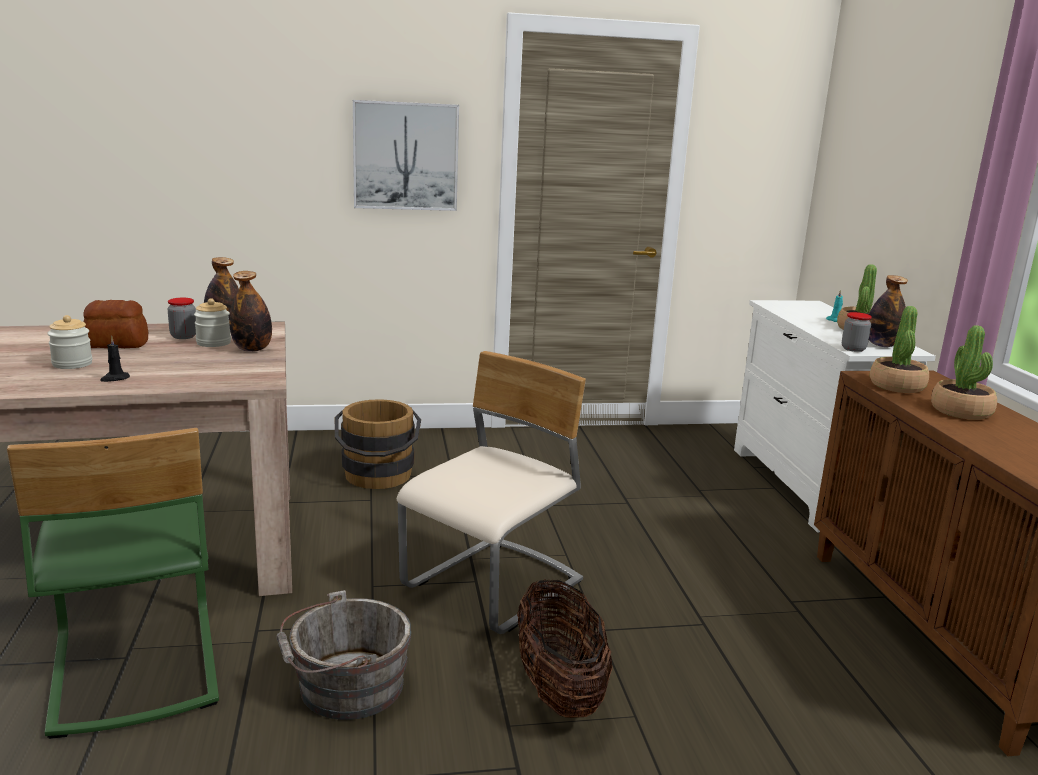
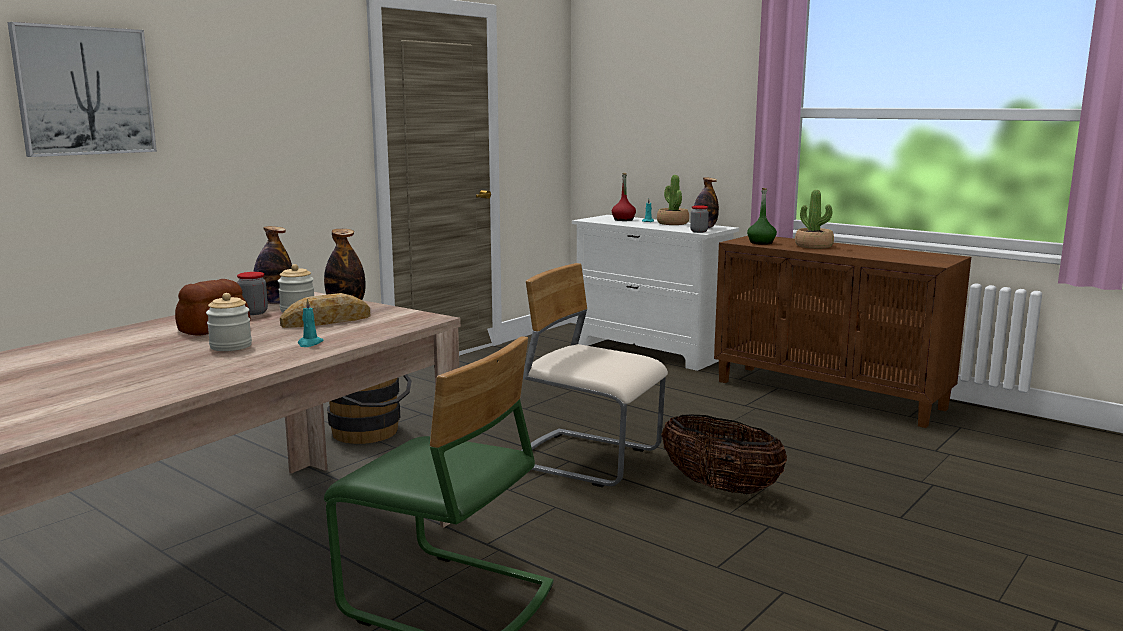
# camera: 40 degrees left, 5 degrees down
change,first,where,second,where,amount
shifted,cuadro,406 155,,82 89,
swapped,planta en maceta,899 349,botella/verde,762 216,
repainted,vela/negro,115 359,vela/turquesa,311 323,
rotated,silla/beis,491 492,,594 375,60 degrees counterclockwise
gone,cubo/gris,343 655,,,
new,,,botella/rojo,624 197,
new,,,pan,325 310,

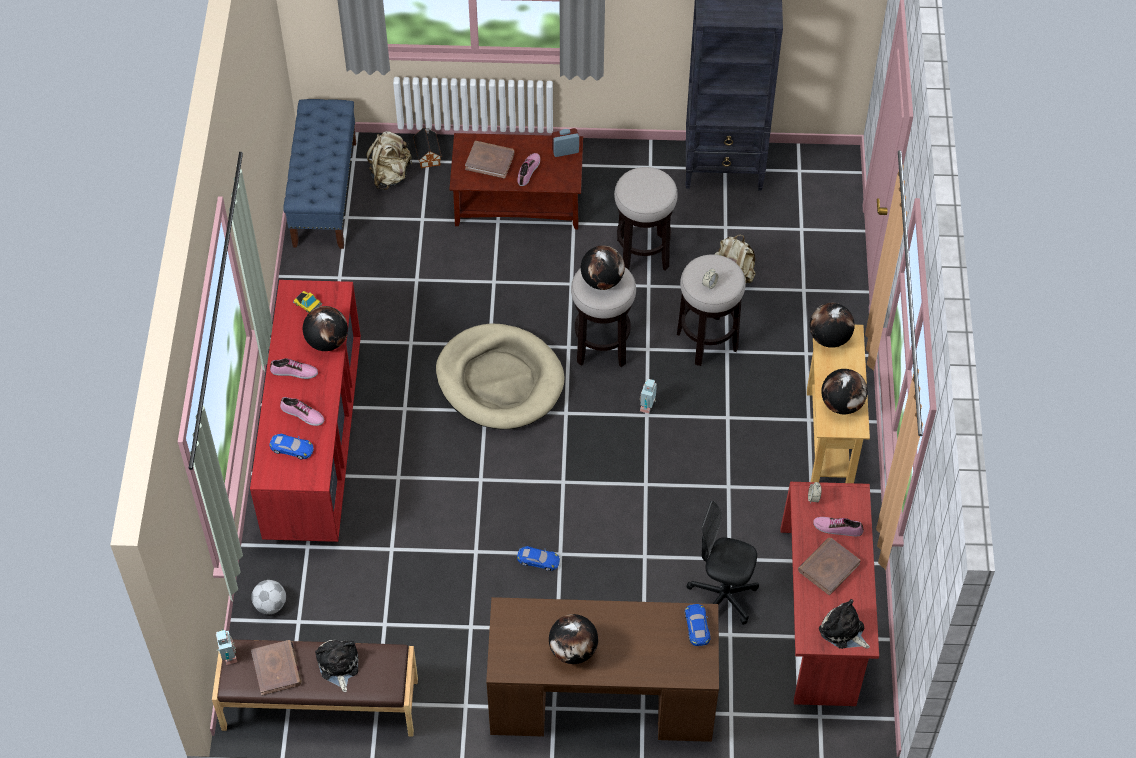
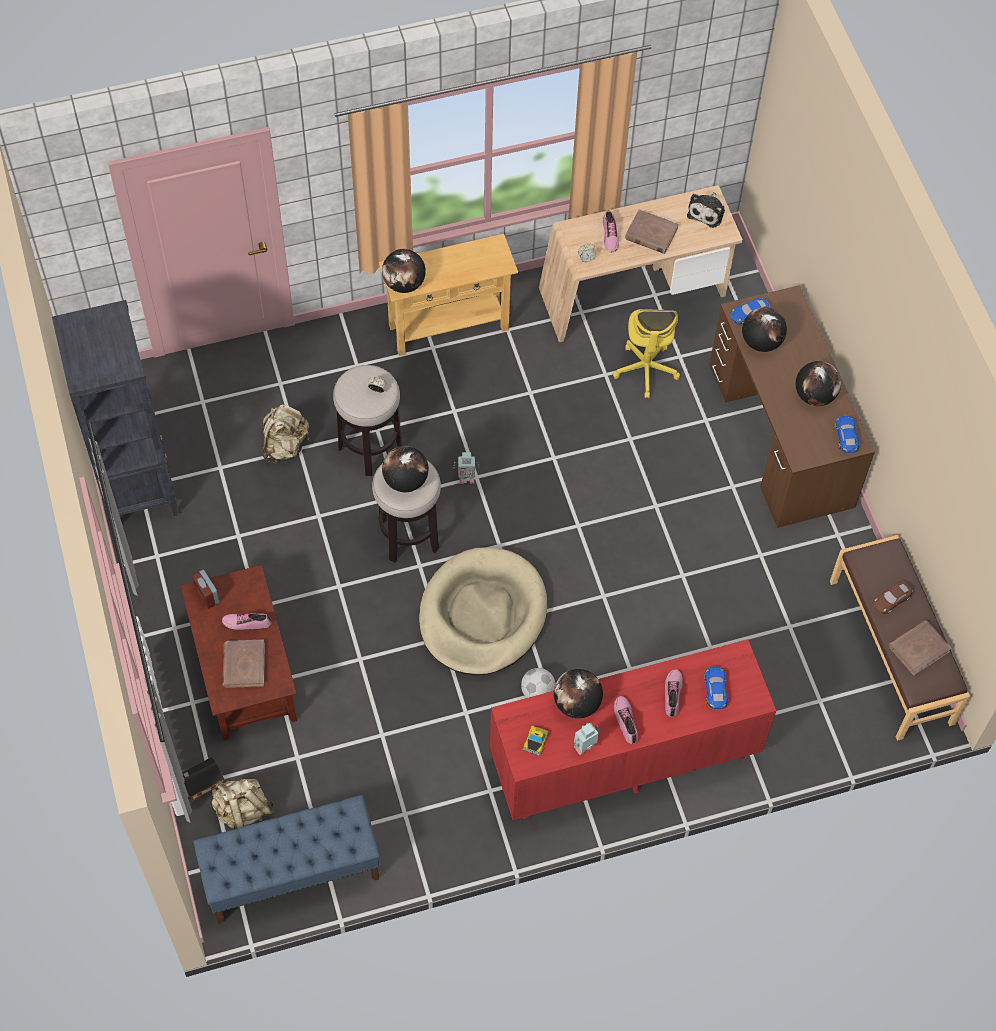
# camera: 110 degrees left, 5 degrees up
change,first,where,second,where,amount
gone,taburete,646 219,,,
shifted,globo terráqueo,844 391,,764 329,
repainted,escritorio/rojo,829 594,escritorio/beis,641 263,
repainted,silla de oficina/negro,723 563,silla de oficina/amarillo,646 353,
shifted,coche de juguete/azul,538 558,,847 434,
shifted,balón de fútbol,269 597,,538 683,
shifted,robot de juguete,226 647,,587 739,
swapped,peluche,336 666,coche de juguete/marrón,893 597,

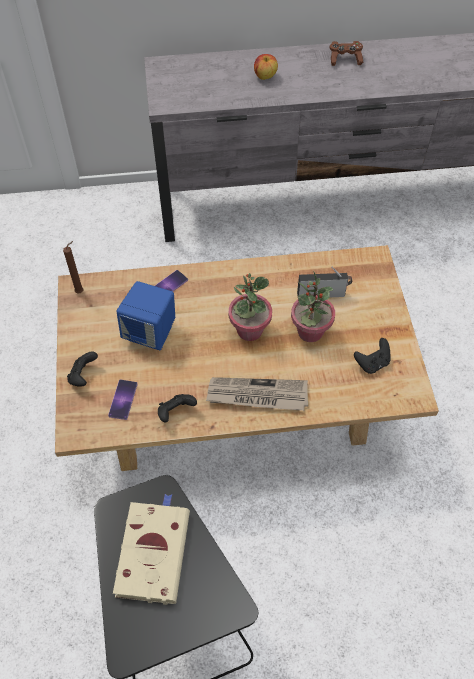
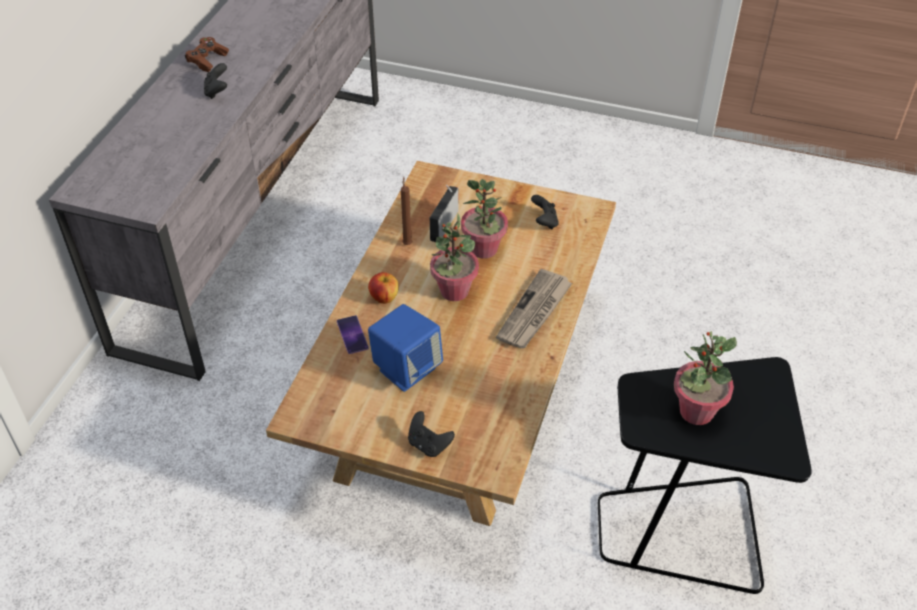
# camera: 65 degrees left, 10 degrees down
change,first,where,second,where,amount
shifted,manzana,266 67,,383 288,
shifted,vela/marrón,73 267,,407 211,
gone,móvil,123 400,,,
shifted,mando de consola/negro,177 408,,215 81,
swapped,libro/beis,151 549,planta en maceta,705 378,

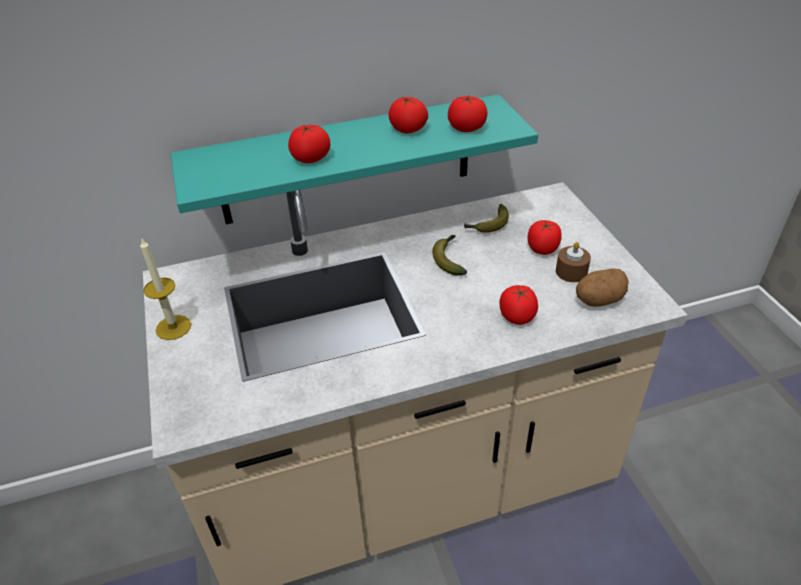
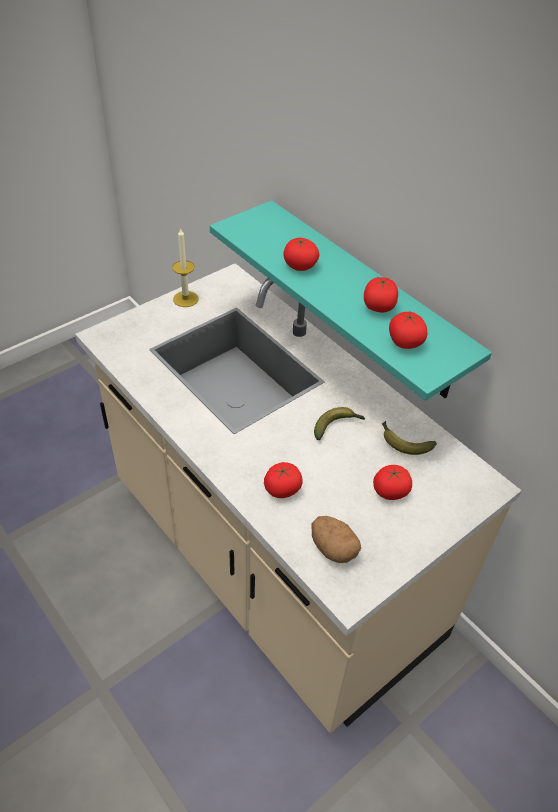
# camera: 65 degrees right, 5 degrees up
change,first,where,second,where,amount
gone,vela/marrón,573 262,,,

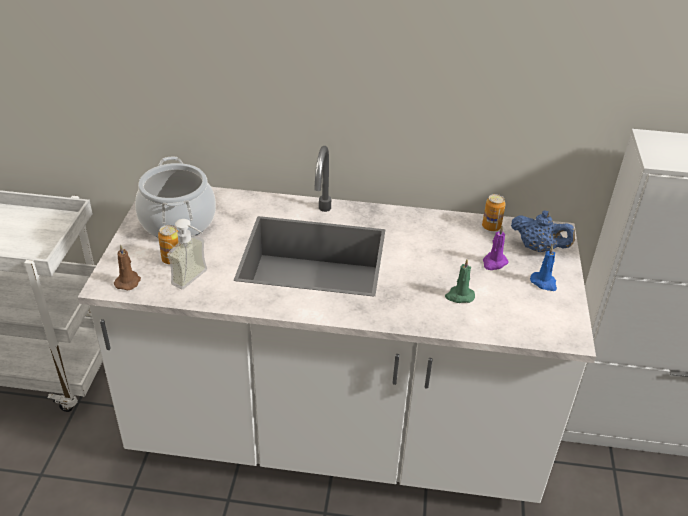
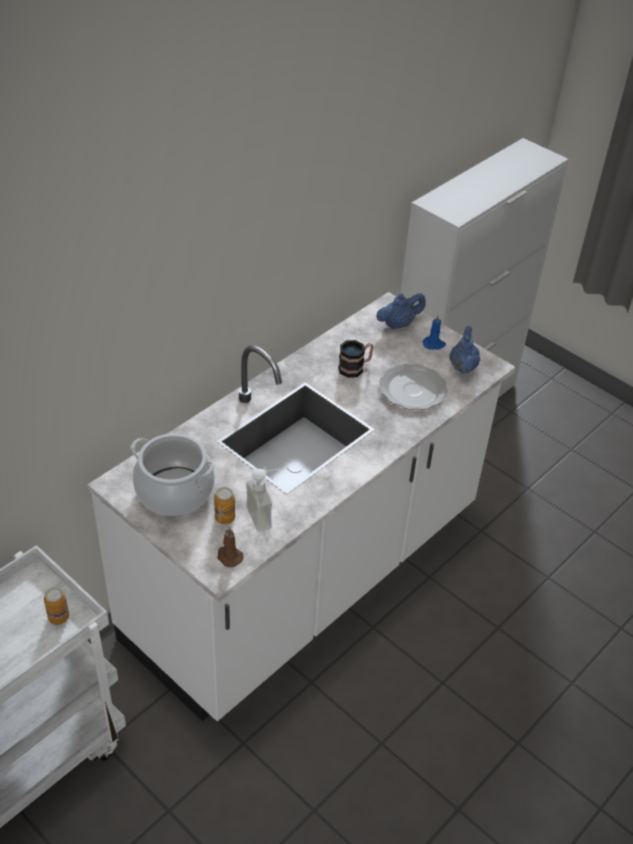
# camera: 55 degrees left, 5 degrees up
change,first,where,second,where,amount
shifted,lata,494 212,,56 606,
gone,vela/morado,495 248,,,
swapped,vela/verde,460 281,plato,413 387,
new,,,tetera/azul,464 349,
new,,,taza grande,356 359,

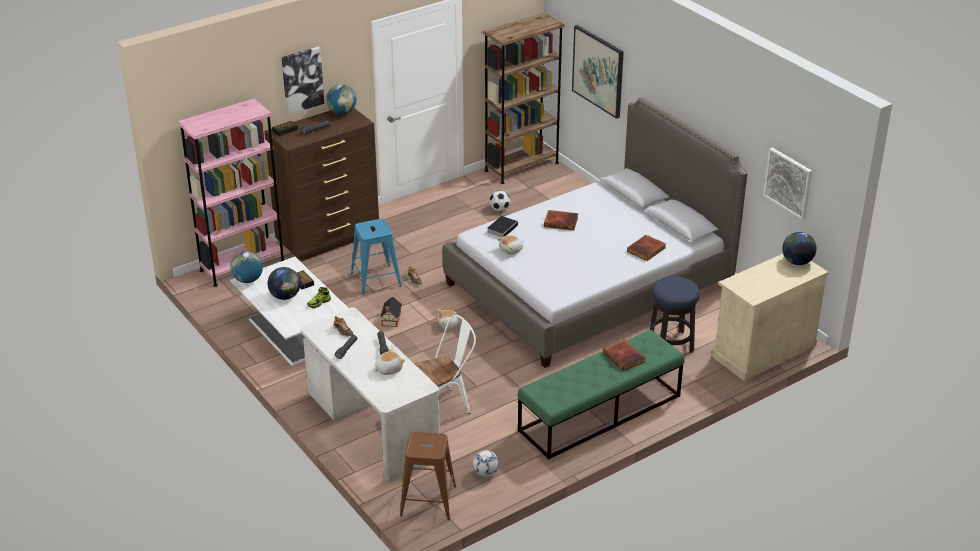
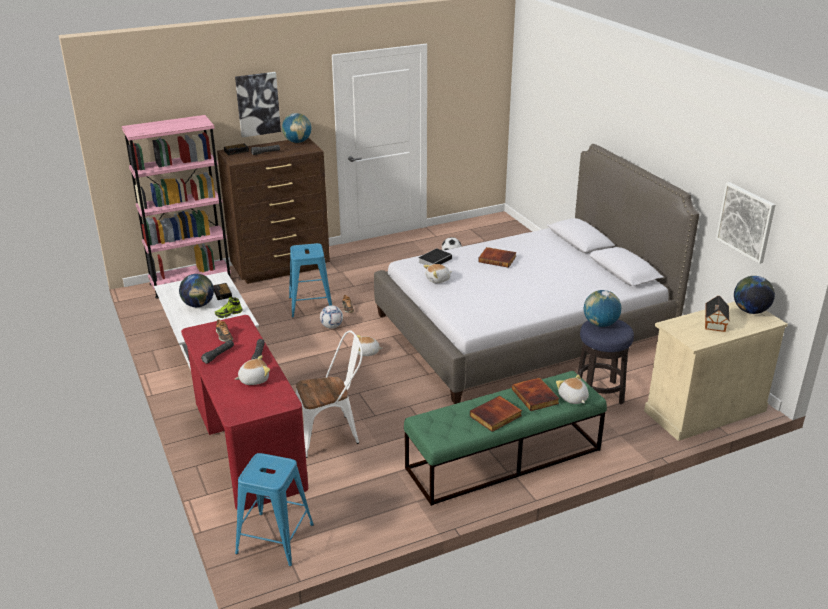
# camera: 10 degrees right, 5 degrees down
change,first,where,second,where,amount
gone,estantería/marrón,523 98,,,
gone,cuadro,598 72,,,
shifted,libro,646 248,,496 414,
shifted,globo terráqueo,246 267,,602 308,
shifted,casita,391 312,,717 314,
repainted,escritorio/blanco,370 394,escritorio/rojo,244 412,
repainted,taburete/marrón,428 476,taburete/azul,274 509,
shifted,balón de fútbol,486 463,,331 317,
new,,,peluche,572 389,

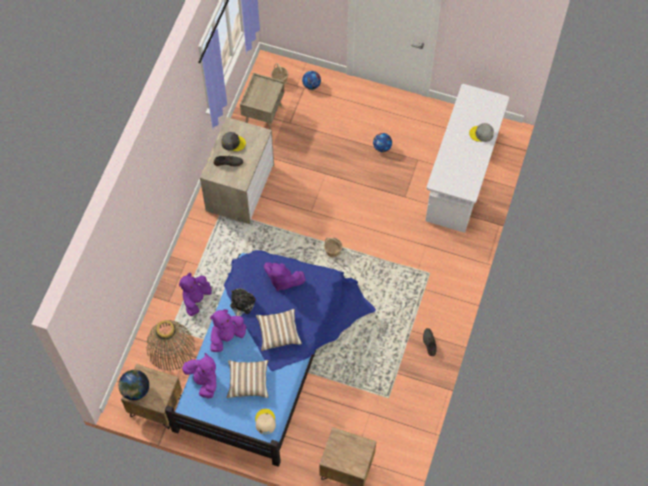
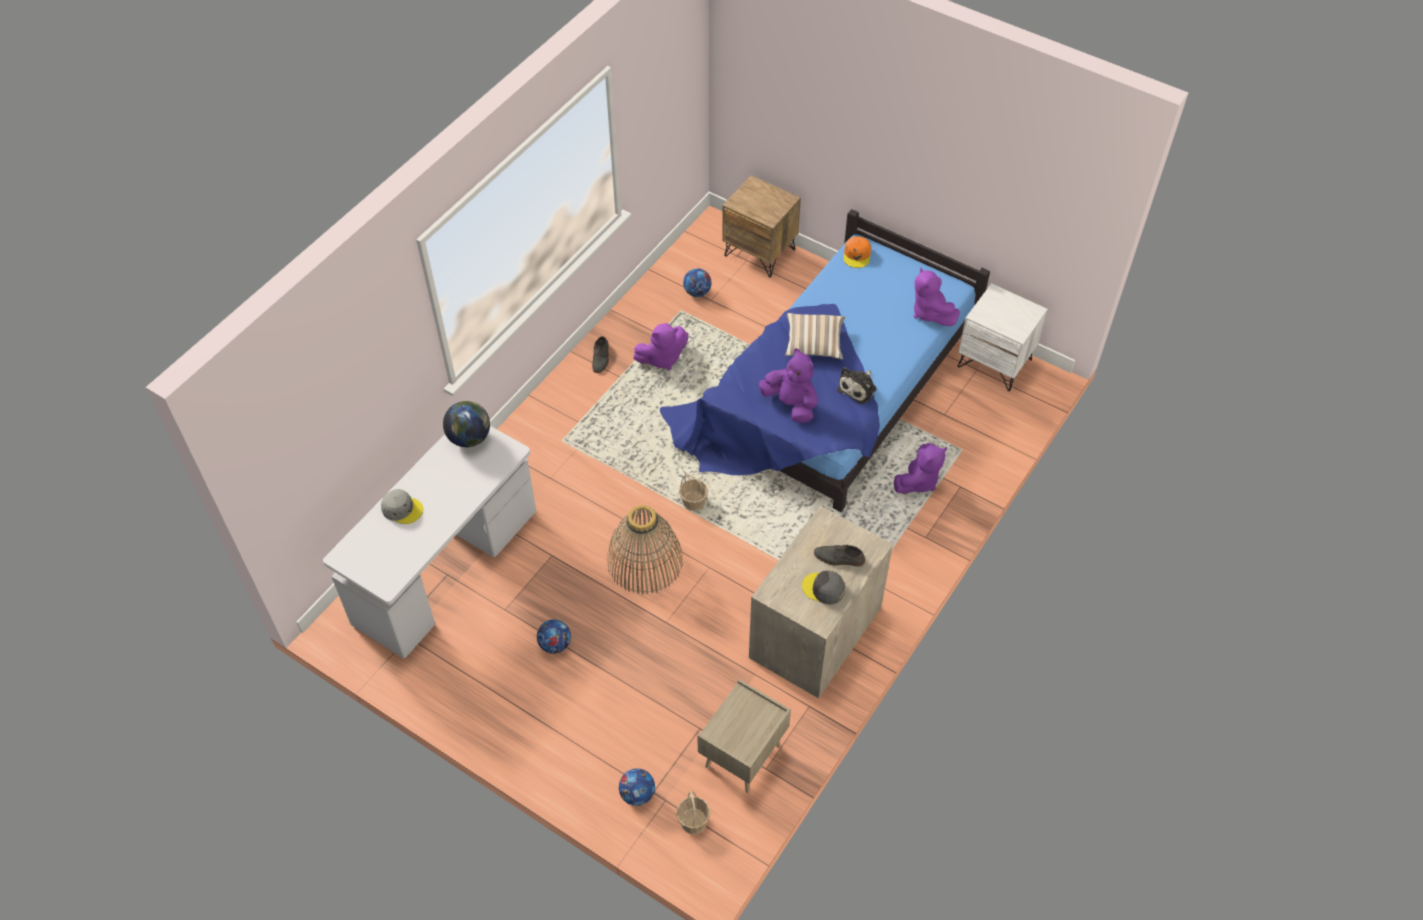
# camera: 165 degrees left, 10 degrees down
change,first,where,second,where,amount
shifted,peluche/morado,228 330,,660 346,
shifted,cesta,170 345,,645 549,
gone,cojín,247 379,,,
repainted,mesita de noche/marrón,151 396,mesita de noche/blanco,1002 337,
shifted,globo terráqueo,134 385,,466 424,
repainted,gorra/beis,265 421,gorra/naranja,857 252,
new,,,balón de fútbol,697 282,

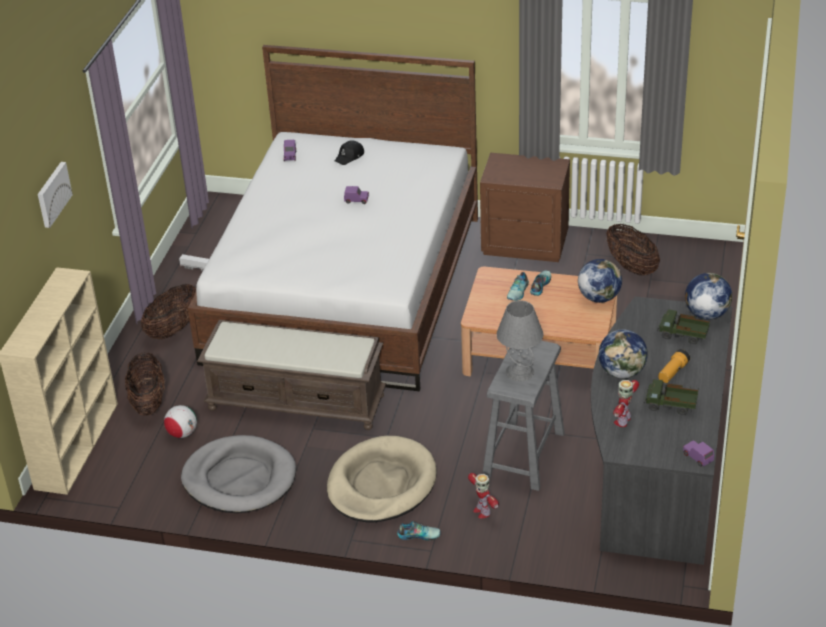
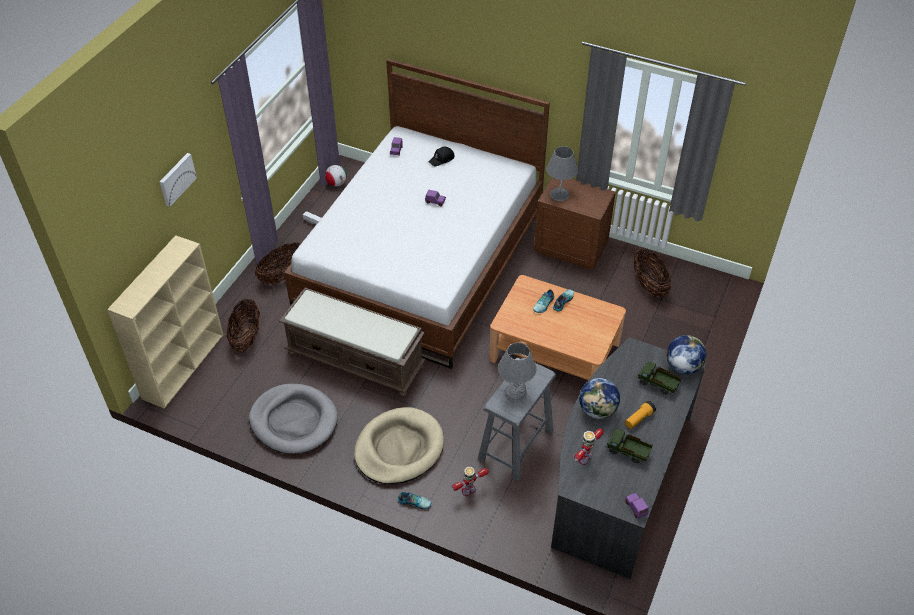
# camera: 10 degrees right, 10 degrees up
change,first,where,second,where,amount
gone,globo terráqueo,600 281,,,
shifted,balón de fútbol,180 421,,336 176,
rotated,robot de juguete,483 496,,470 481,75 degrees clockwise
new,,,lámpara de mesa/gris,562 173,

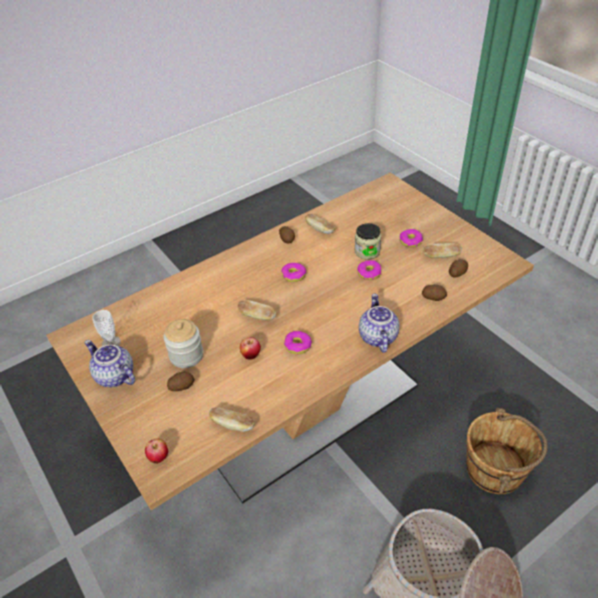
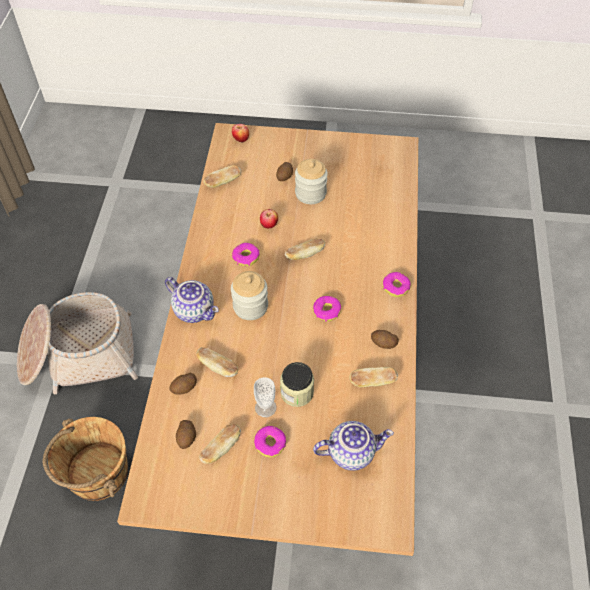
# camera: 130 degrees right, 10 degrees up
change,first,where,second,where,amount
shifted,rosquilla,369 270,,397 284,
shifted,taza,106 328,,265 397,
shifted,tetera,110 363,,353 446,
new,,,tarro,249 295,
new,,,pan,217 362,

